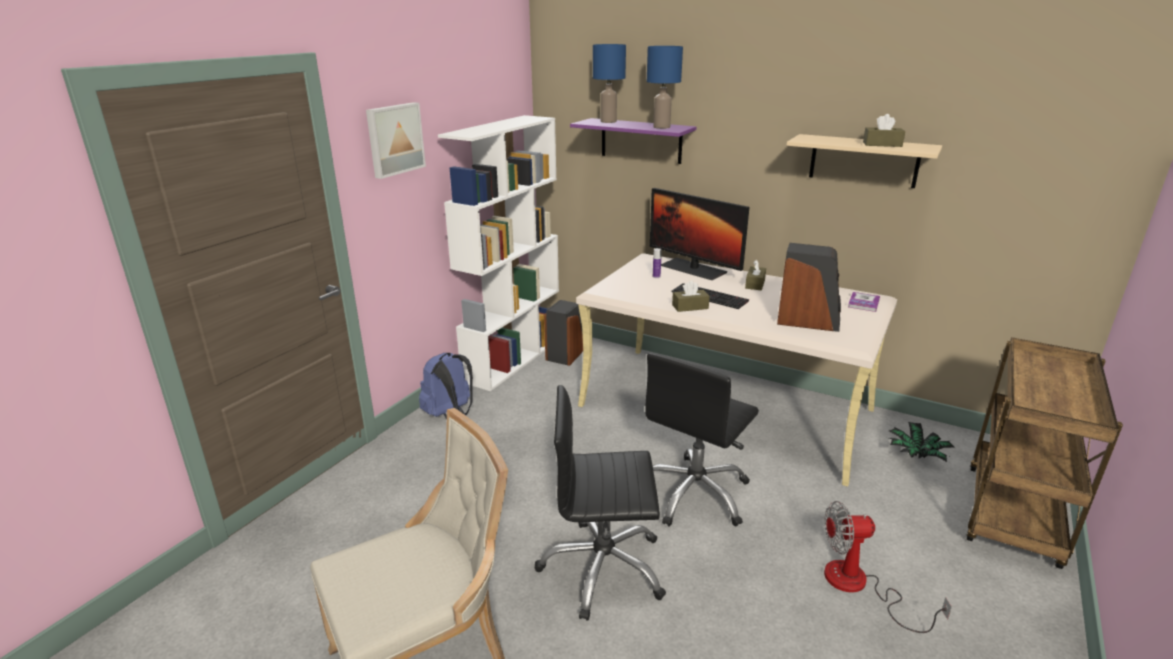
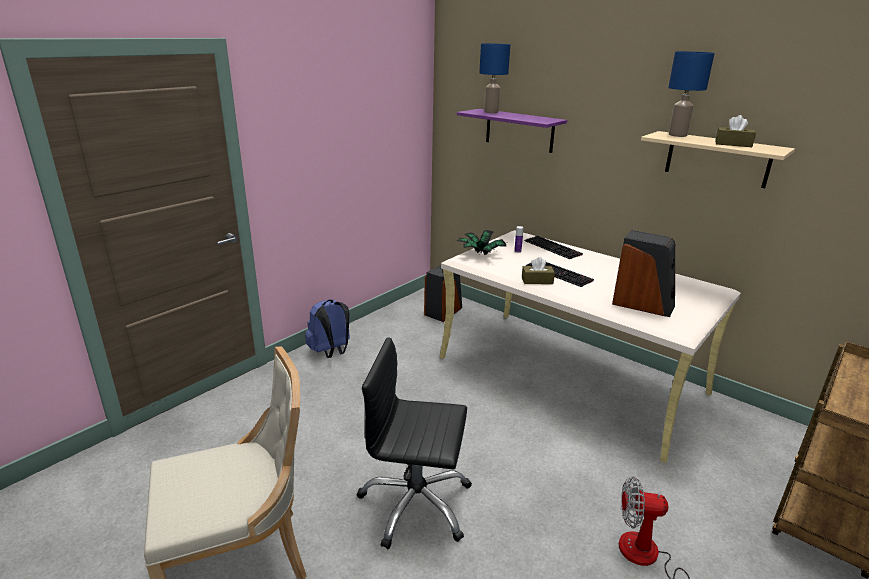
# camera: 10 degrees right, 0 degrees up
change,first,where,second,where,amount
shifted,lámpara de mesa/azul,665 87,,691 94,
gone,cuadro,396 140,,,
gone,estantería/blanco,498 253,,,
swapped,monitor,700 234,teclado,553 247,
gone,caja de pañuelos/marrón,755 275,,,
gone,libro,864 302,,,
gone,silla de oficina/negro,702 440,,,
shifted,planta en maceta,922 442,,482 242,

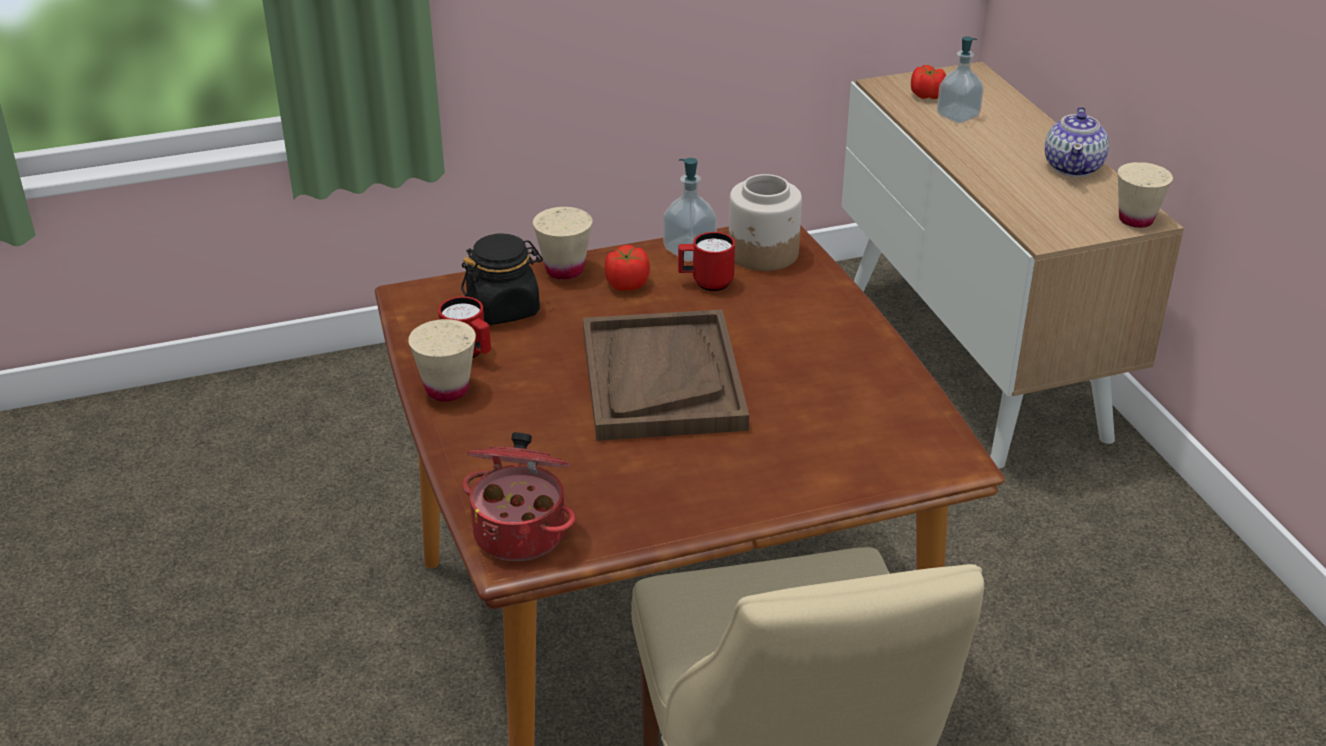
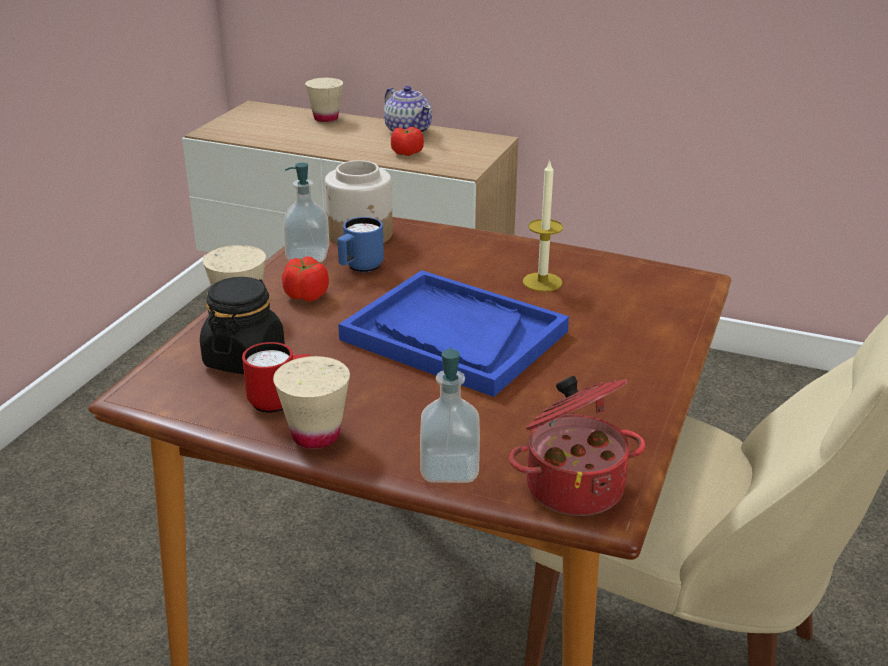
# camera: 50 degrees left, 5 degrees down
change,first,where,second,where,amount
shifted,dispensador de jabón,960 79,,450 415,
shifted,tomate,928 82,,407 141,
shifted,taza/beis,1145 195,,324 100,
repainted,taza grande/rojo,706 261,taza grande/azul,360 244,
repainted,bandeja/marrón,666 375,bandeja/azul,453 333,
new,,,vela,543 225,

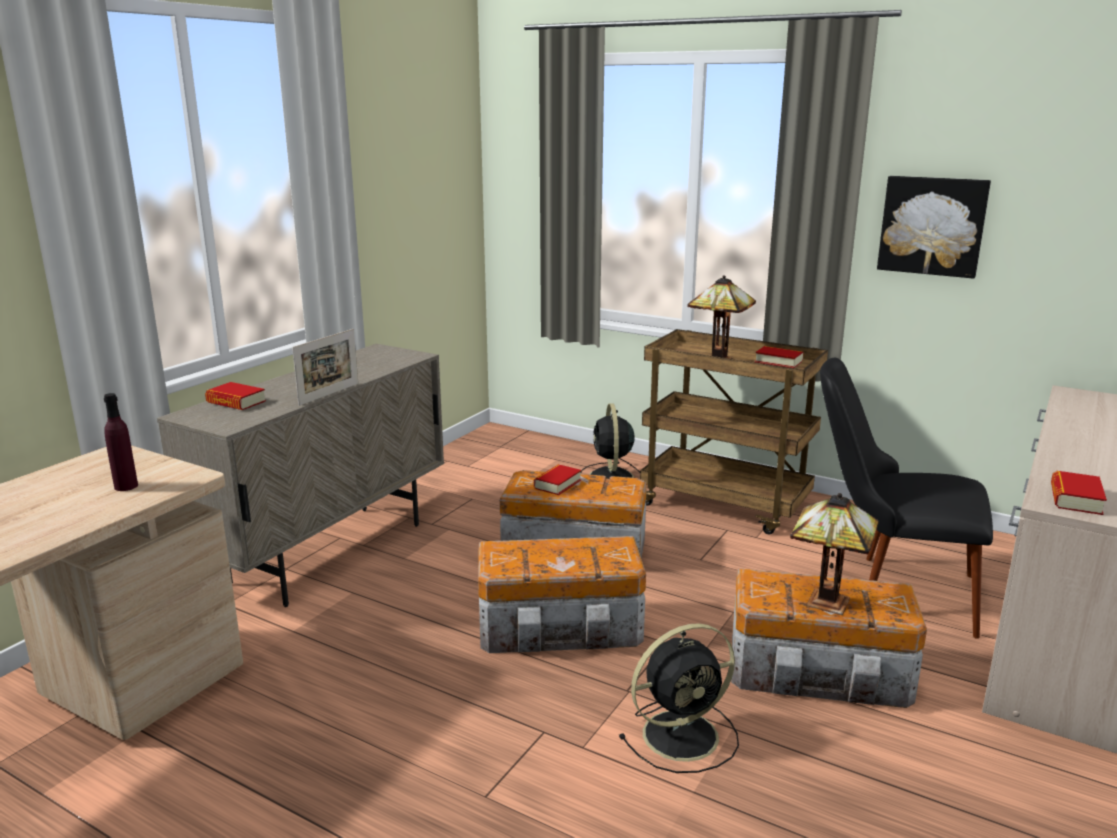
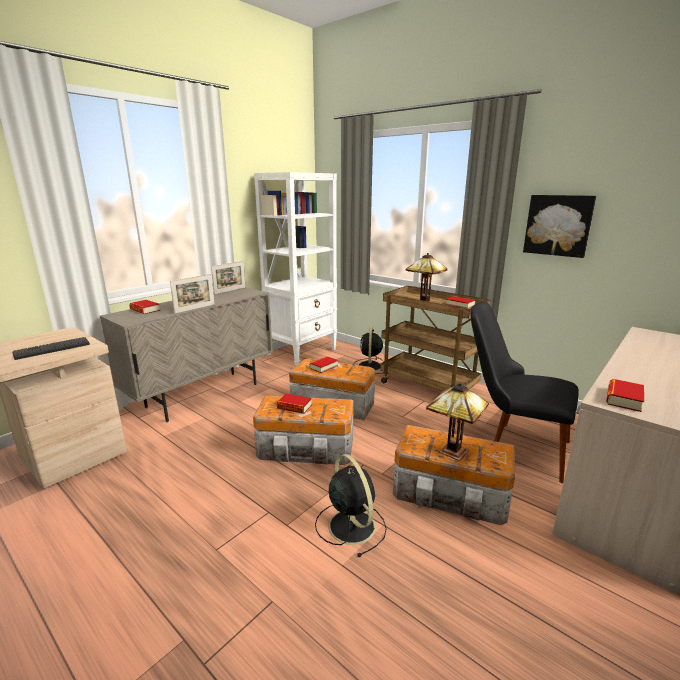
# camera: 10 degrees right, 0 degrees up
change,first,where,second,where,amount
swapped,botella/morado,121 442,teclado,51 348,
rotated,ventilador/negro,679 698,,351 505,105 degrees counterclockwise
new,,,estantería/blanco,295 268,
new,,,portarretratos,228 277,
new,,,libro,294 403,

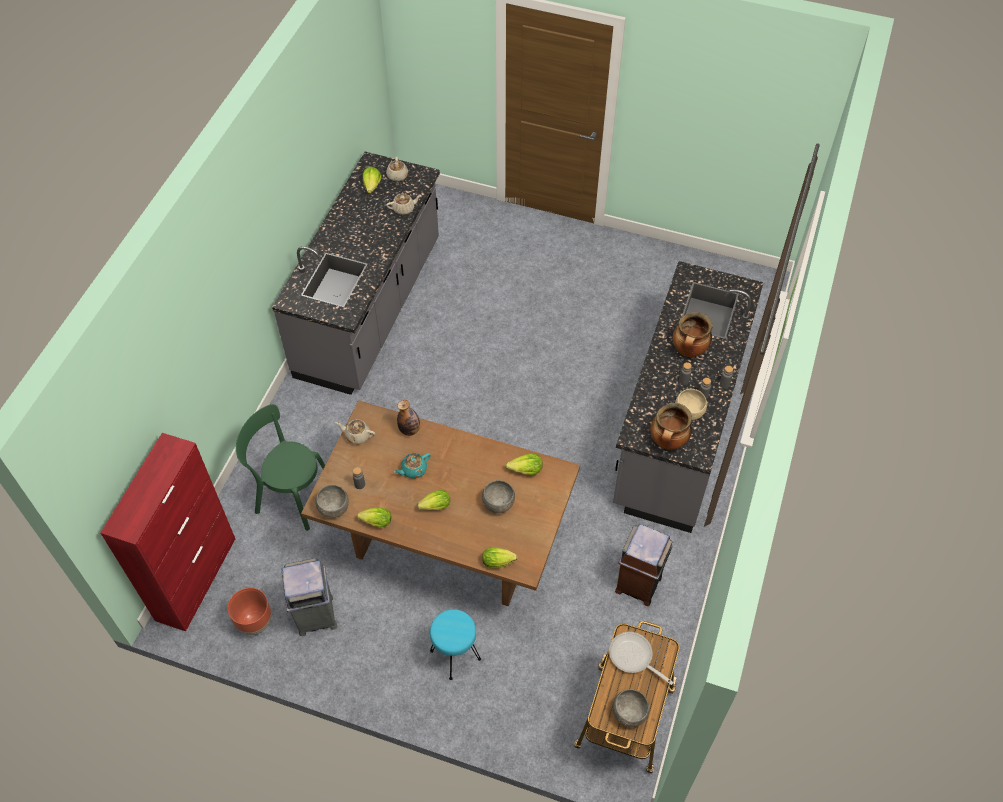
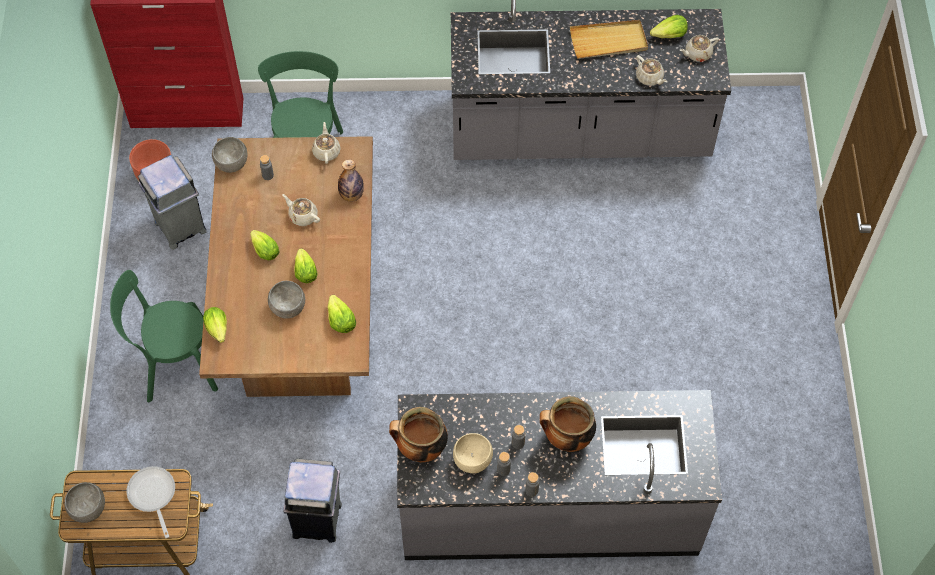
# camera: 70 degrees right, 5 degrees up
change,first,where,second,where,amount
repainted,tetera/turquesa,412 465,tetera/beis,301 210,
shifted,lechuga,374 517,,306 265,
repainted,papelera/marrón,643 565,papelera/gris,312 501,
swapped,taburete/turquesa,455 644,silla/verde,164 336,
rotated,sartén,641 658,,151 502,45 degrees counterclockwise
new,,,bandeja/beis,609 39,

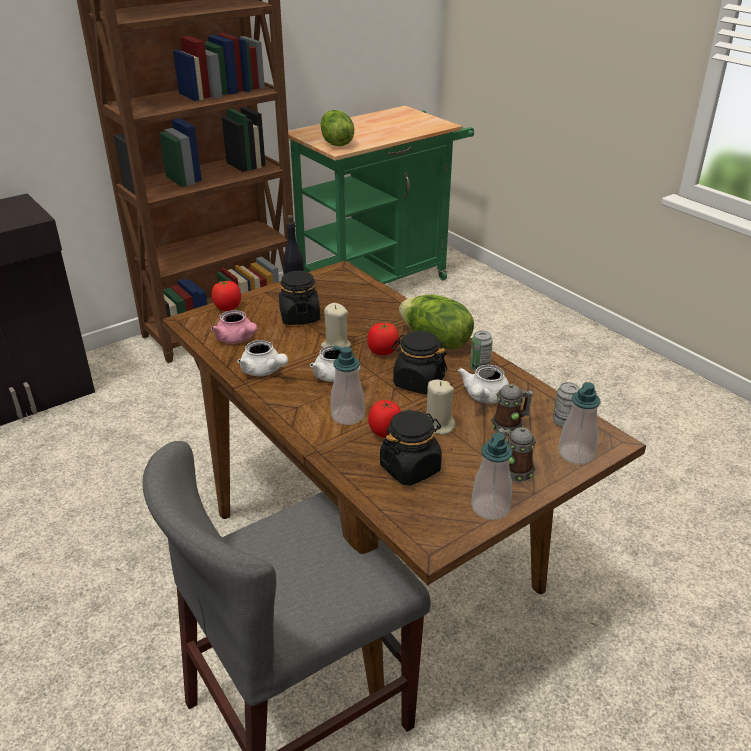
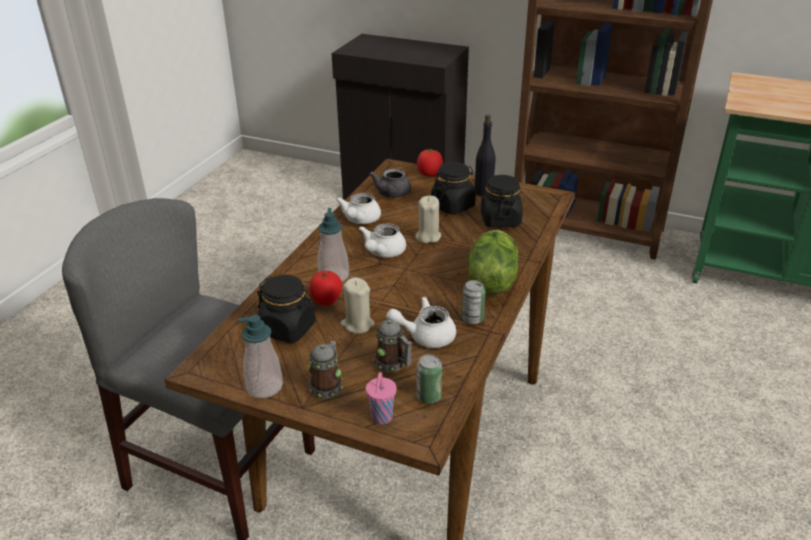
# camera: 60 degrees right, 0 degrees up
change,first,where,second,where,amount
gone,lechuga,337 128,,,
repainted,tetera/rosa,234 327,tetera/gris,390 183,
gone,tomate,383 338,,,
shifted,tarro/negro,419 362,,502 201,
swapped,dispensador de jabón,579 423,taza/rosa,381 398,

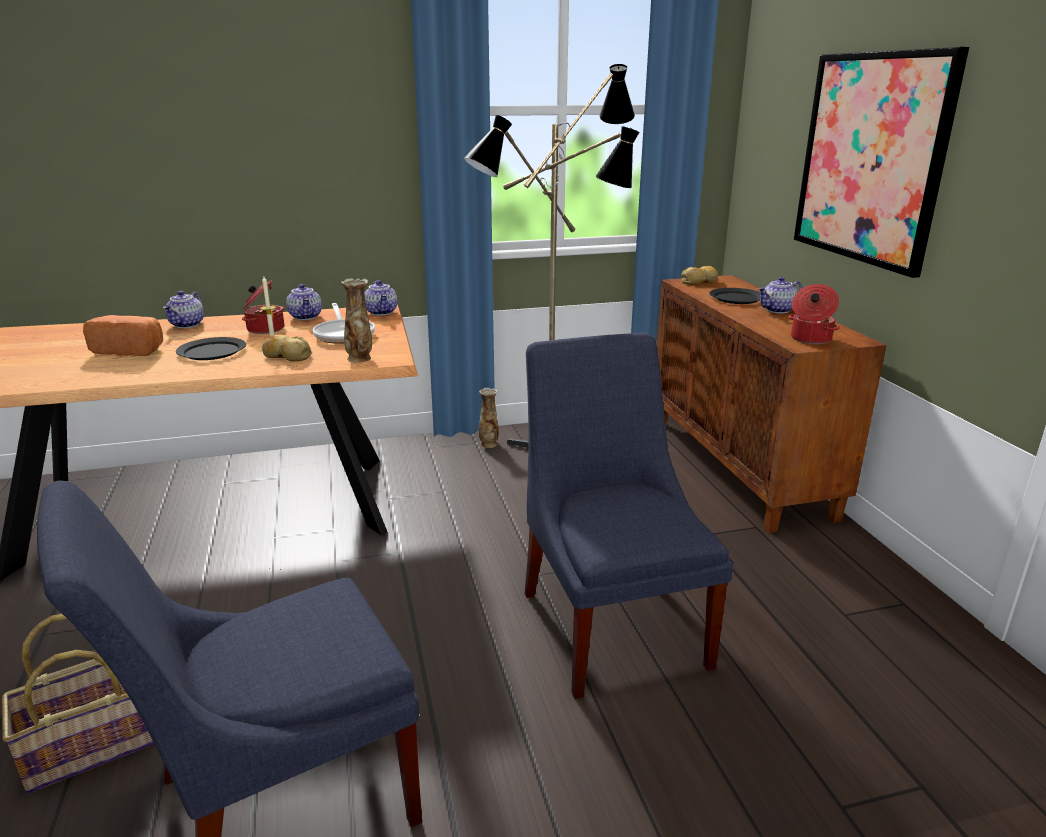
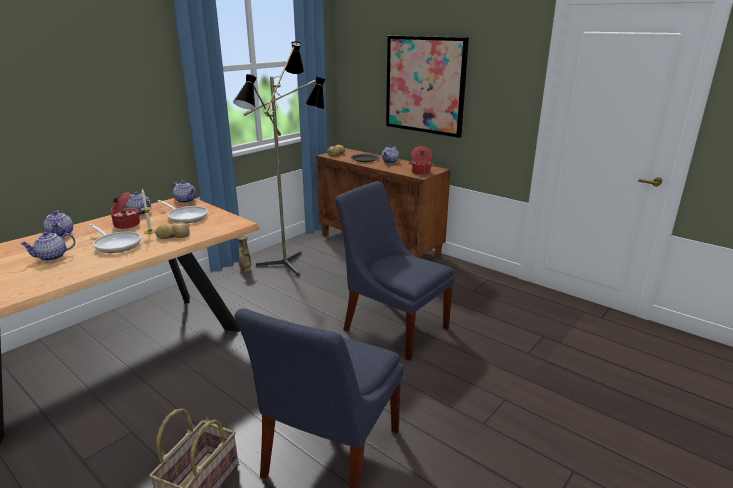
# camera: 35 degrees left, 0 degrees up
change,first,where,second,where,amount
gone,florero,356 320,,,
swapped,pan,123 335,tetera,47 246,
swapped,plato/negro,211 348,sartén,114 238,

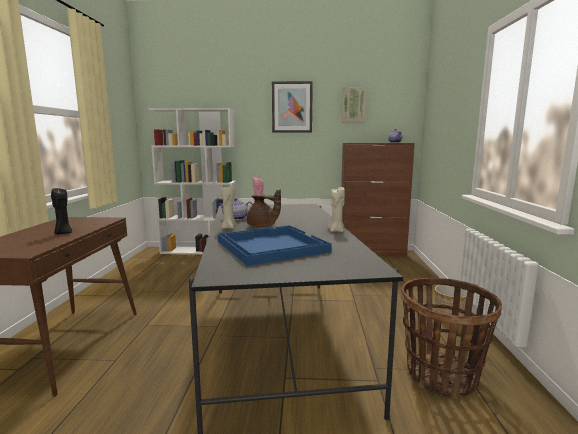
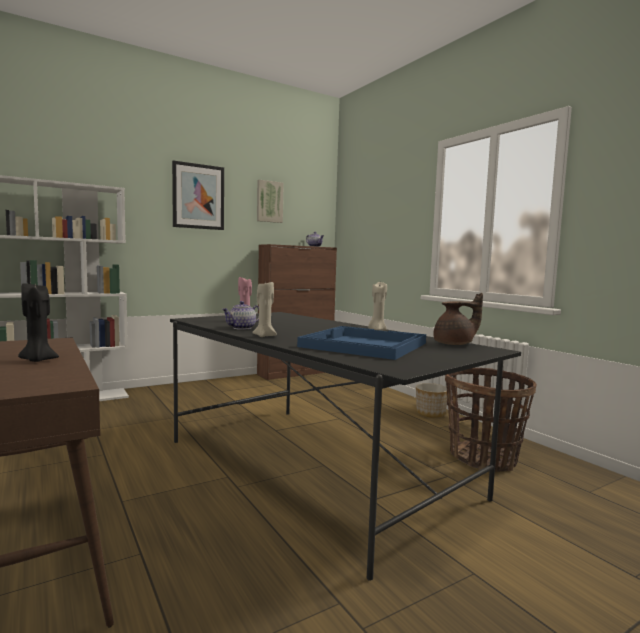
# camera: 35 degrees left, 5 degrees down
change,first,where,second,where,amount
shifted,tetera/marrón,264 208,,458 319,

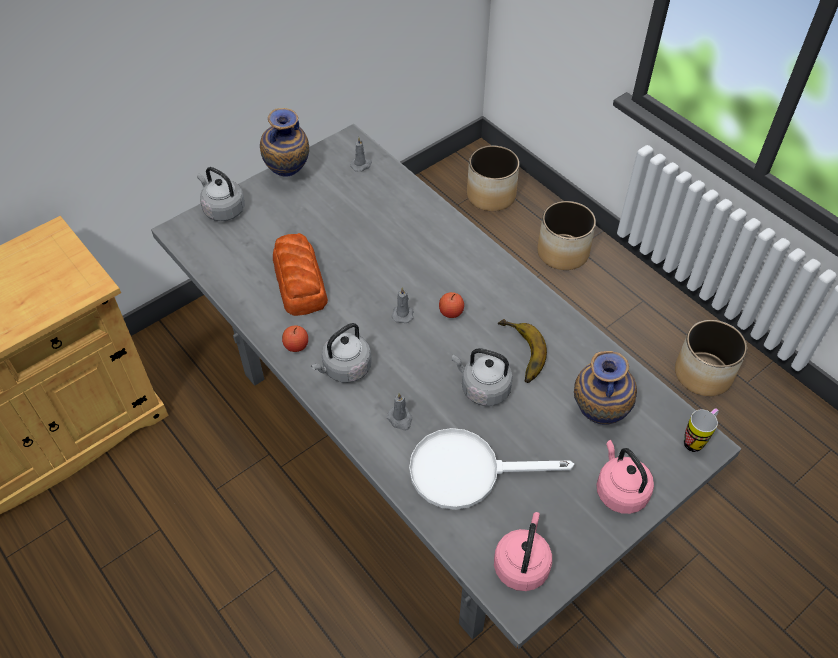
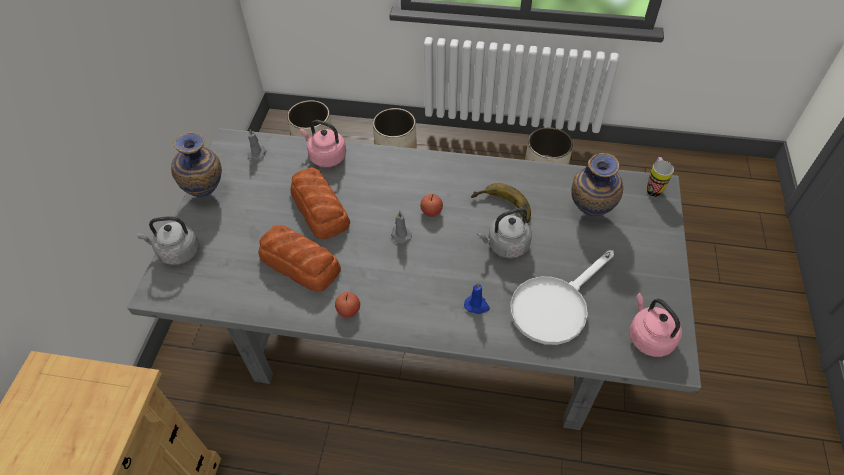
# camera: 40 degrees left, 0 degrees up
change,first,where,second,where,amount
gone,hervidor/gris,341 353,,,
repainted,vela/gris,399 412,vela/azul,477 298,
shifted,hervidor/rosa,625 477,,323 143,
new,,,pan,320 203,

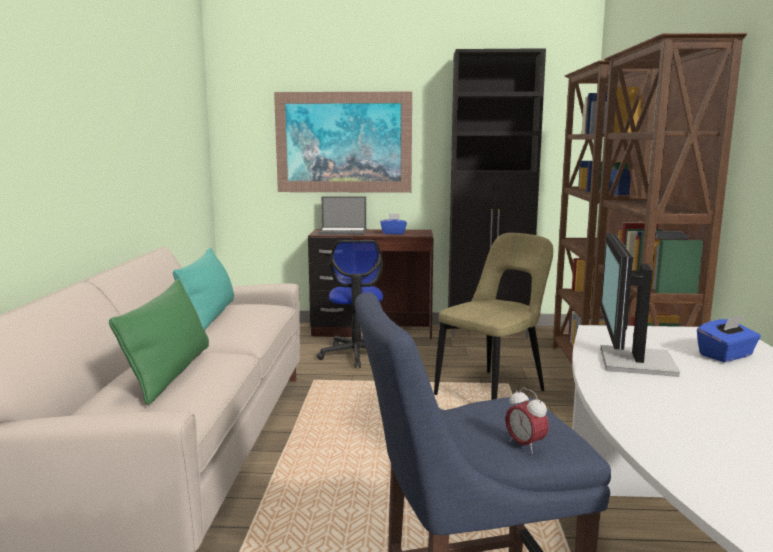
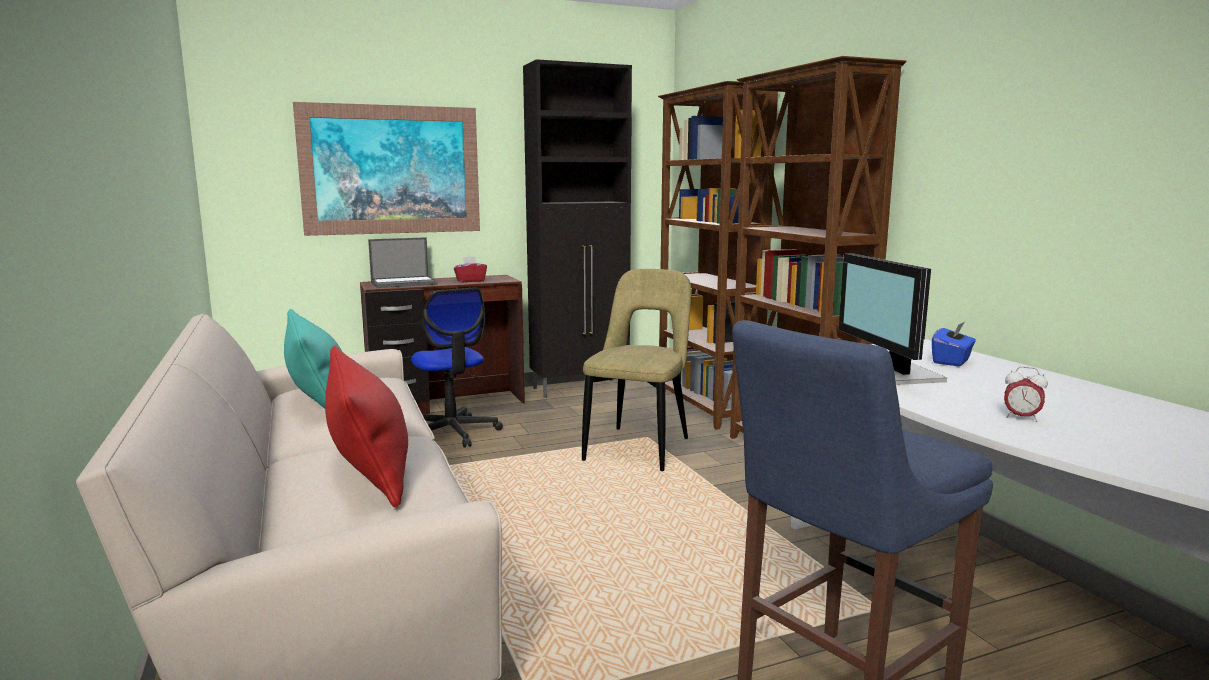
# camera: 25 degrees left, 0 degrees up
change,first,where,second,where,amount
repainted,caja de pañuelos/azul,393 224,caja de pañuelos/rojo,470 269,
repainted,cojín/verde,159 342,cojín/rojo,366 426,
shifted,despertador,527 421,,1026 394,

